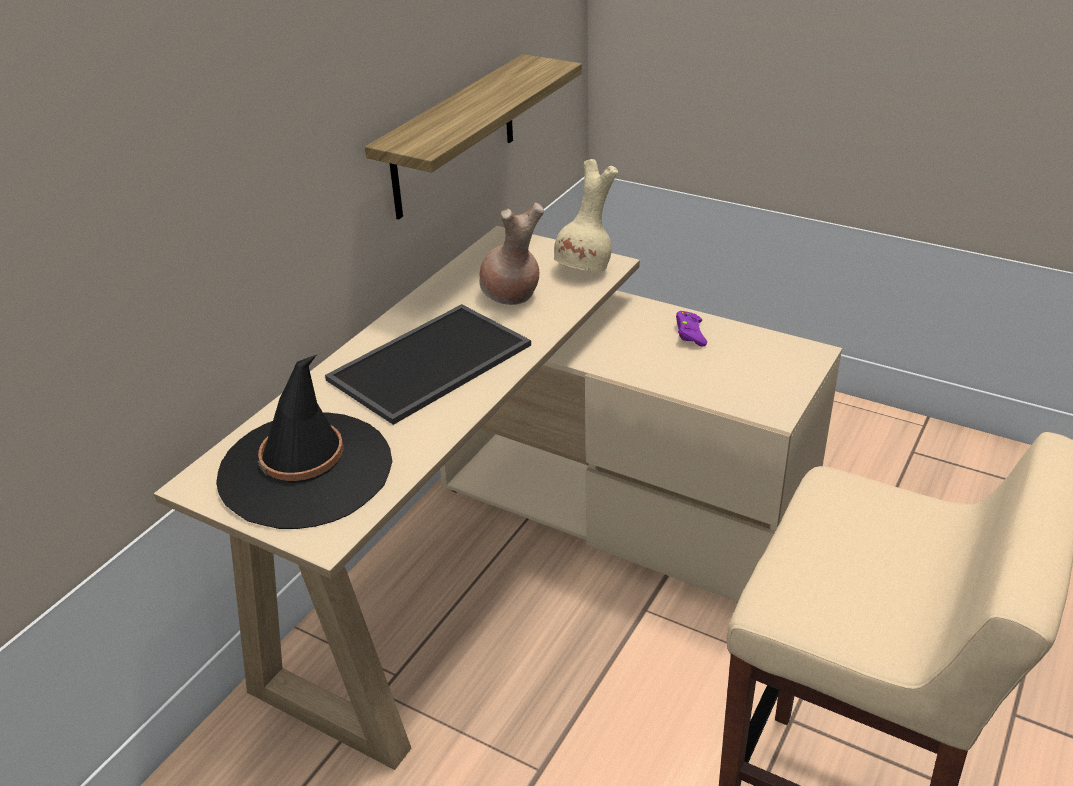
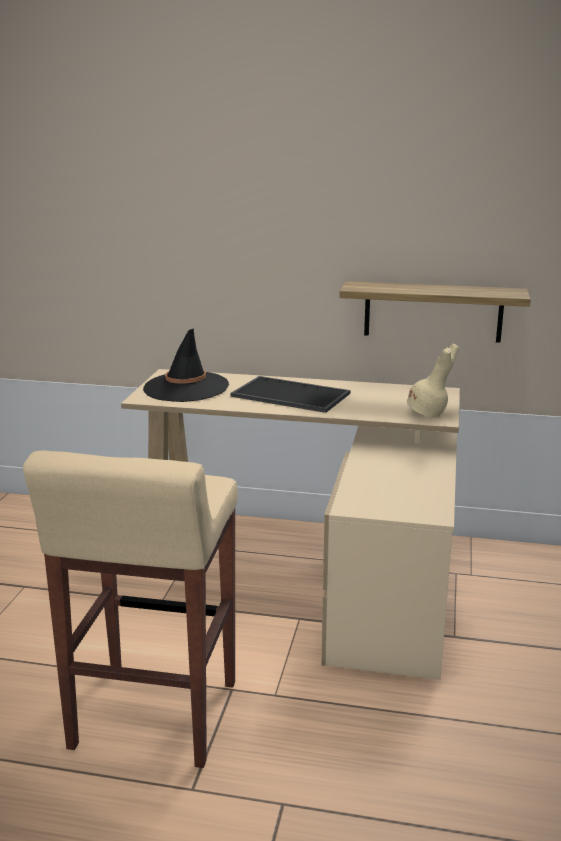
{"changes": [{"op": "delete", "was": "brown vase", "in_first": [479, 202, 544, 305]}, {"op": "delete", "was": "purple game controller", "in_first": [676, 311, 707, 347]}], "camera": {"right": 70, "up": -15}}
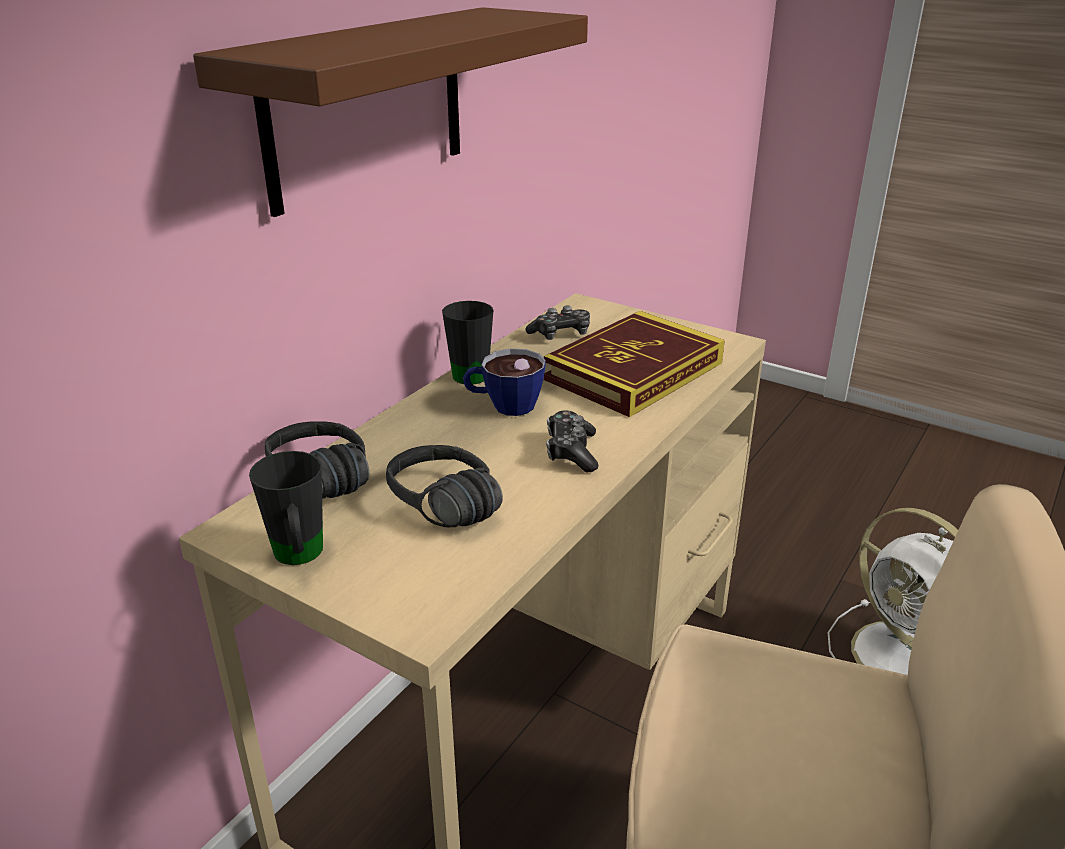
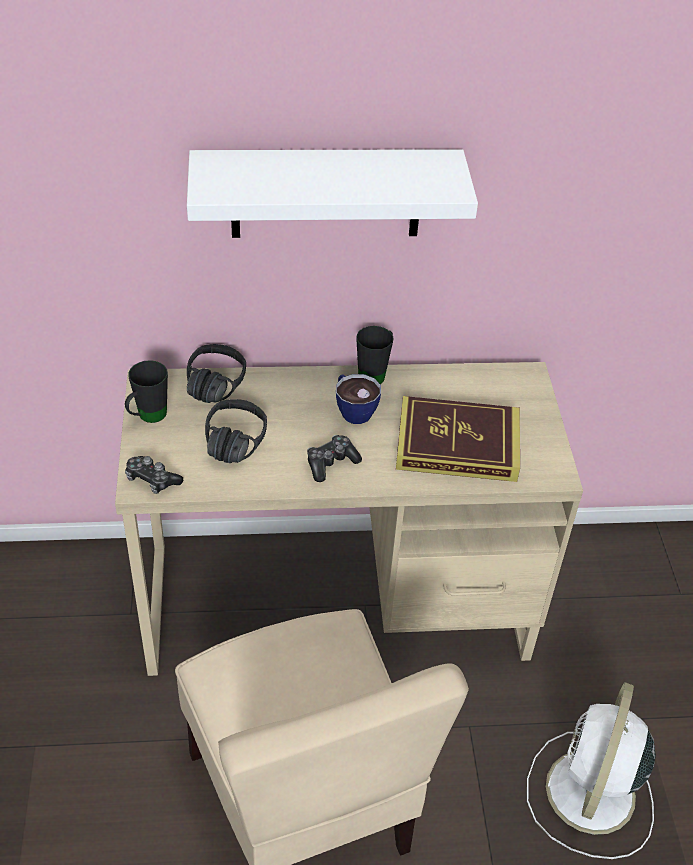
{"changes": [{"op": "recolor", "was": "brown shelf", "now": "white shelf", "in_first": [193, 7, 588, 217], "in_second": [187, 149, 478, 238]}, {"op": "move", "was": "game controller", "in_first": [526, 306, 590, 340], "in_second": [125, 456, 184, 494]}], "camera": {"right": 50, "up": 15}}
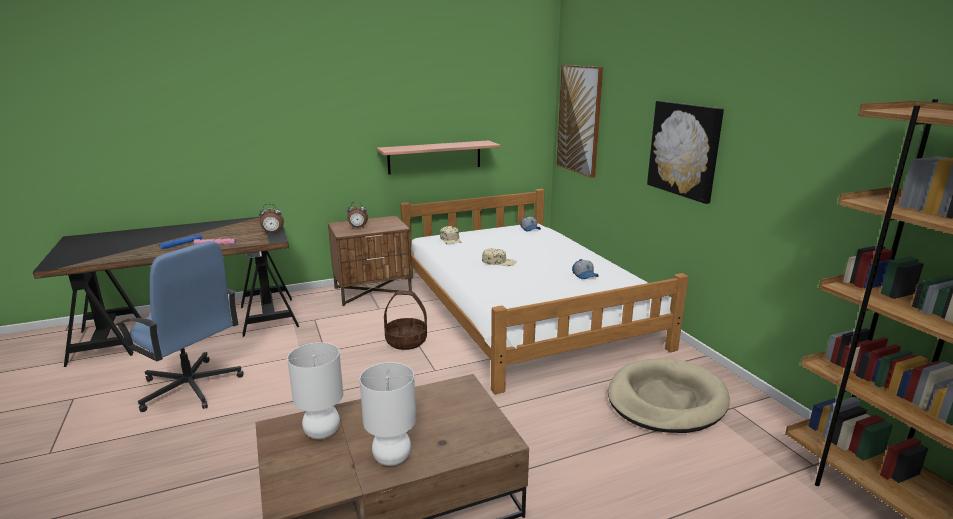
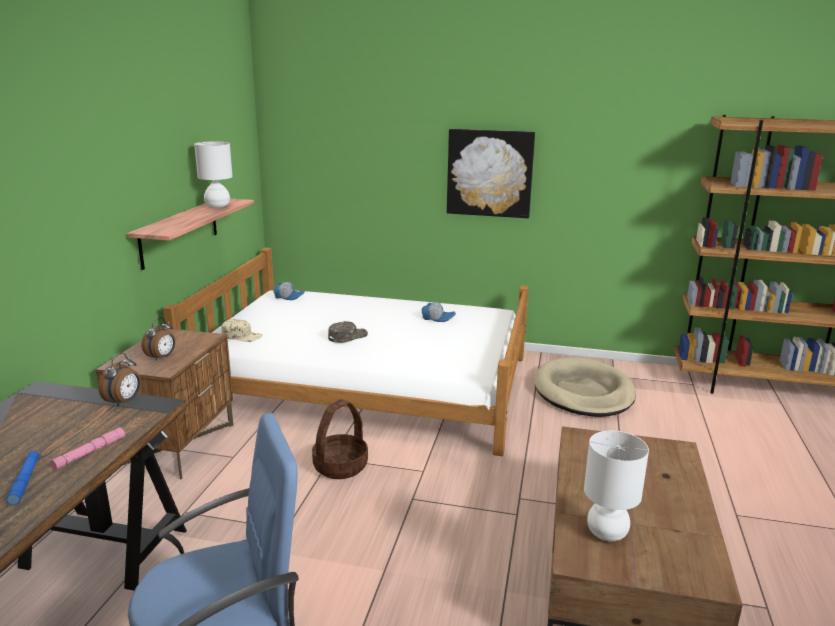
{"changes": [{"op": "delete", "was": "picture", "in_first": [556, 65, 603, 178]}, {"op": "recolor", "was": "beige cap", "now": "green cap", "in_first": [482, 248, 517, 266], "in_second": [328, 321, 368, 343]}, {"op": "move", "was": "white table lamp", "in_first": [360, 362, 416, 466], "in_second": [194, 142, 233, 208]}], "camera": {"right": -55, "up": 0}}
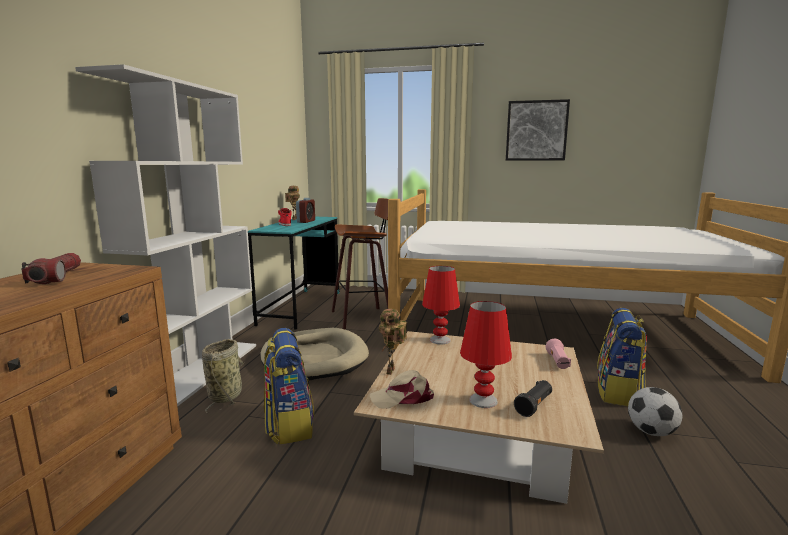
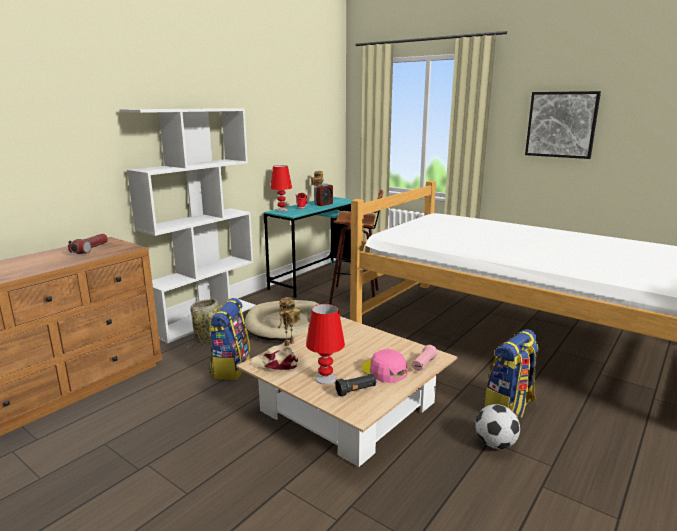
{"changes": [{"op": "move", "was": "red table lamp", "in_first": [422, 266, 460, 344], "in_second": [270, 165, 292, 211]}, {"op": "insert", "now": "pink cap", "in_second": [362, 349, 407, 383]}], "camera": {"right": 25, "up": 5}}
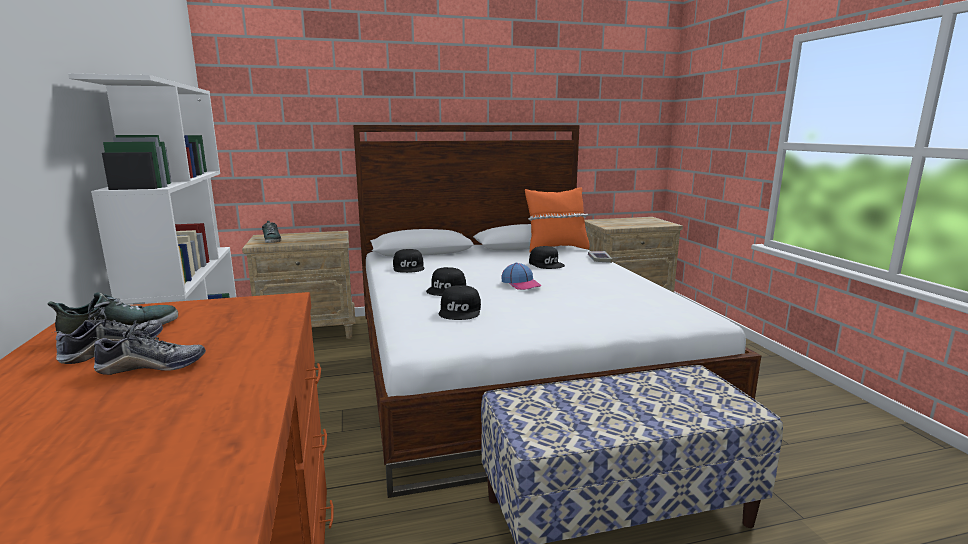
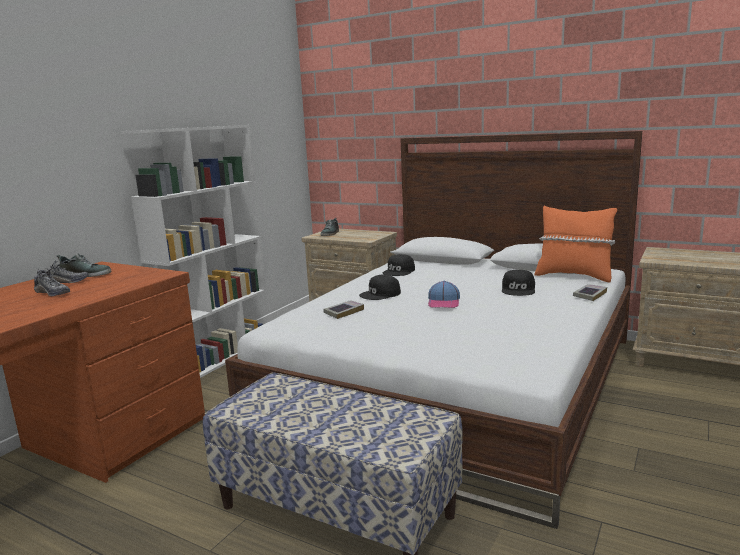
{"changes": [{"op": "replace", "was": "black cap", "now": "book", "in_first": [439, 285, 481, 320], "in_second": [324, 300, 364, 319]}], "camera": {"right": 45, "up": 0}}
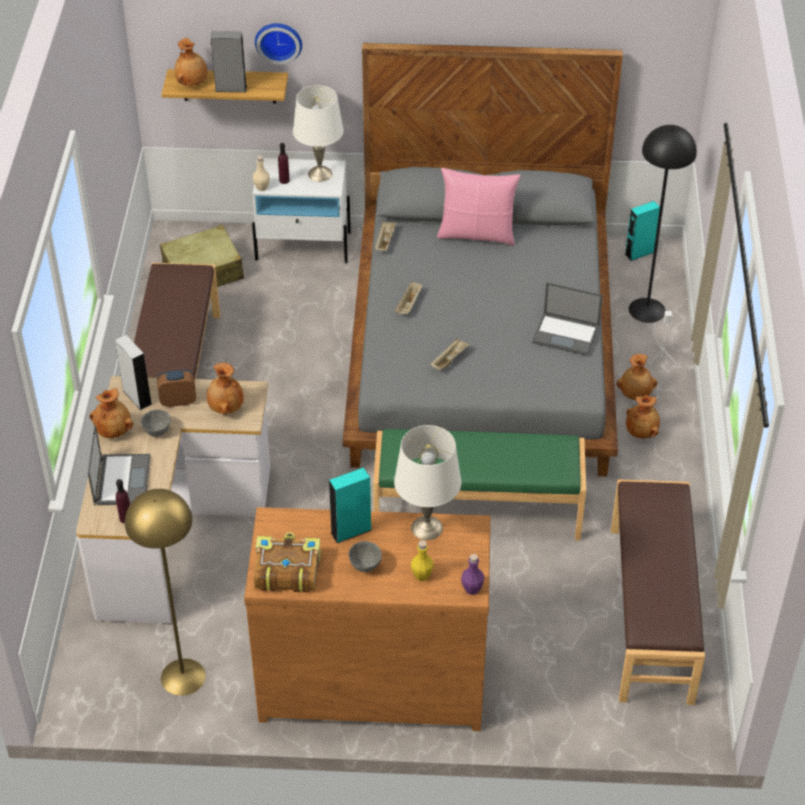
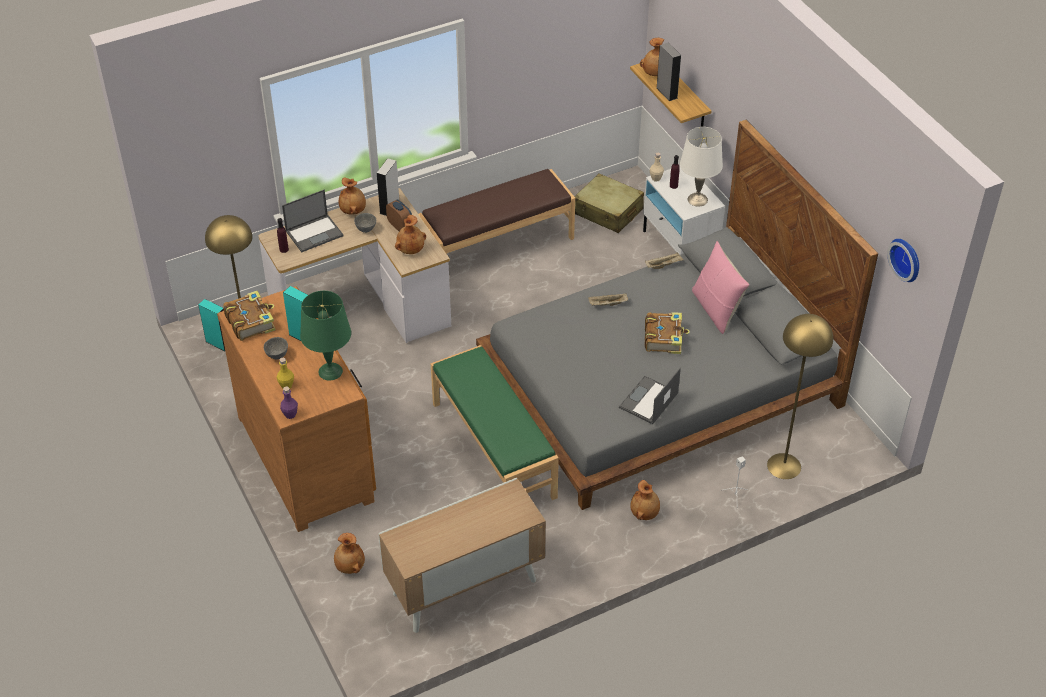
{"changes": [{"op": "move", "was": "wall clock", "in_first": [255, 23, 302, 64], "in_second": [887, 239, 919, 282]}, {"op": "recolor", "was": "black floor lamp", "now": "yellow floor lamp", "in_first": [629, 125, 697, 323], "in_second": [767, 314, 833, 479]}, {"op": "move", "was": "turquoise speaker", "in_first": [624, 201, 660, 261], "in_second": [198, 299, 225, 351]}, {"op": "rotate", "was": "laptop", "in_first": [532, 282, 603, 356], "in_second": [619, 368, 681, 424], "clockwise": 45}, {"op": "delete", "was": "beige tray", "in_first": [430, 339, 470, 370]}, {"op": "move", "was": "brown vase", "in_first": [616, 354, 657, 400], "in_second": [334, 533, 365, 574]}, {"op": "recolor", "was": "white table lamp", "now": "green table lamp", "in_first": [394, 425, 461, 540], "in_second": [300, 291, 351, 381]}, {"op": "replace", "was": "brown bench", "now": "cabinet", "in_first": [611, 479, 705, 705], "in_second": [378, 478, 546, 633]}, {"op": "insert", "now": "book", "in_second": [645, 312, 690, 354]}], "camera": {"right": 60, "up": 0}}
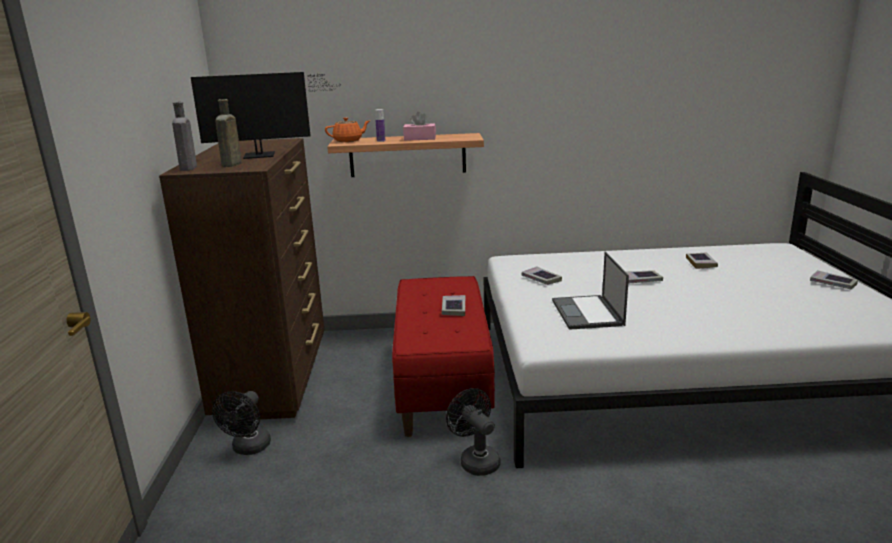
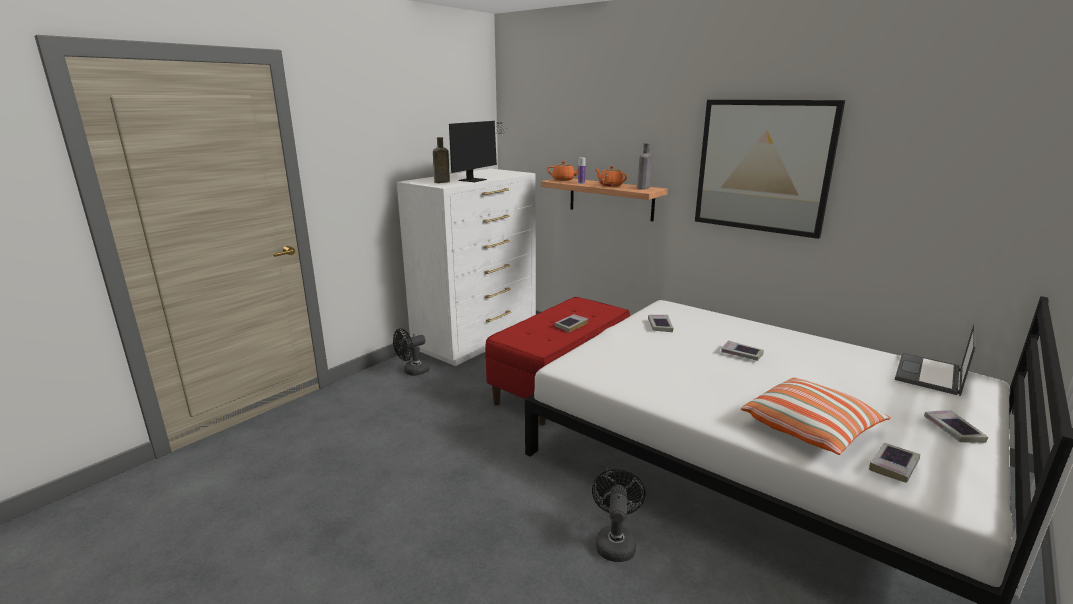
{"changes": [{"op": "rotate", "was": "monitor", "in_first": [191, 72, 339, 159], "in_second": [449, 121, 506, 182], "clockwise": -90}, {"op": "move", "was": "grey bottle", "in_first": [172, 102, 197, 171], "in_second": [637, 143, 652, 190]}, {"op": "replace", "was": "pink tissue box", "now": "orange teapot", "in_first": [403, 112, 436, 141], "in_second": [595, 166, 628, 187]}, {"op": "recolor", "was": "brown dresser", "now": "white dresser", "in_first": [159, 138, 325, 420], "in_second": [397, 169, 536, 366]}, {"op": "move", "was": "laptop", "in_first": [552, 251, 629, 330], "in_second": [895, 324, 976, 396]}, {"op": "move", "was": "book", "in_first": [686, 253, 718, 269], "in_second": [869, 443, 920, 483]}, {"op": "move", "was": "black fan", "in_first": [446, 388, 500, 476], "in_second": [592, 468, 646, 562]}, {"op": "insert", "now": "picture", "in_second": [695, 100, 845, 239]}, {"op": "insert", "now": "pillow", "in_second": [741, 378, 890, 455]}], "camera": {"right": 40, "up": 0}}
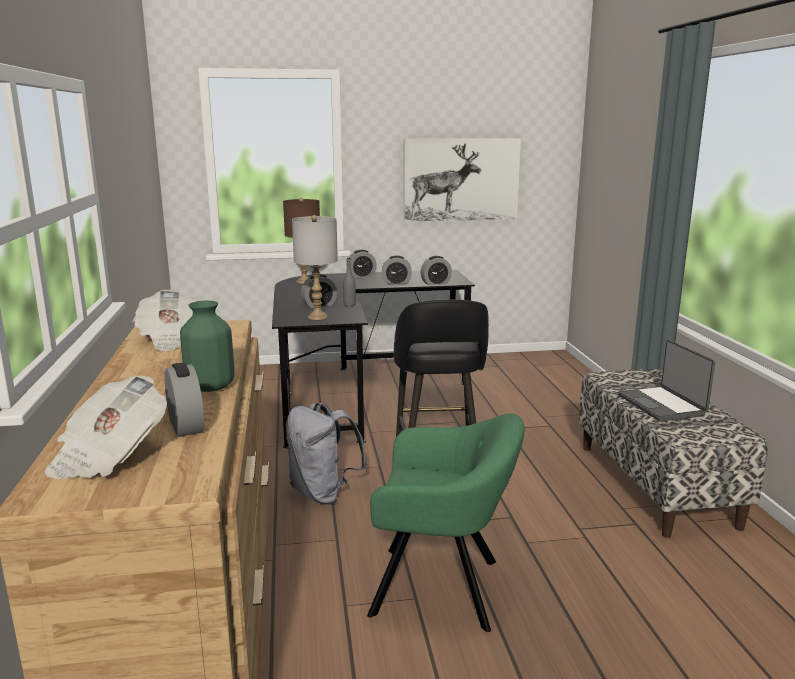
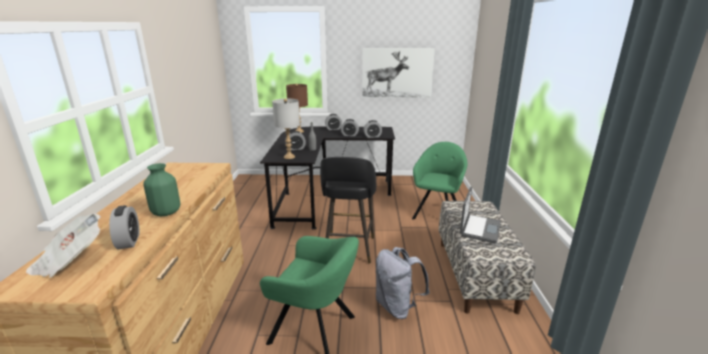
{"changes": [{"op": "delete", "was": "newspaper", "in_first": [133, 290, 201, 351]}, {"op": "rotate", "was": "laptop", "in_first": [618, 340, 715, 422], "in_second": [460, 187, 501, 243], "clockwise": -150}, {"op": "move", "was": "grey backpack", "in_first": [286, 403, 368, 504], "in_second": [376, 247, 430, 319]}, {"op": "insert", "now": "green armchair", "in_second": [412, 142, 468, 219]}], "camera": {"right": 10, "up": 5}}
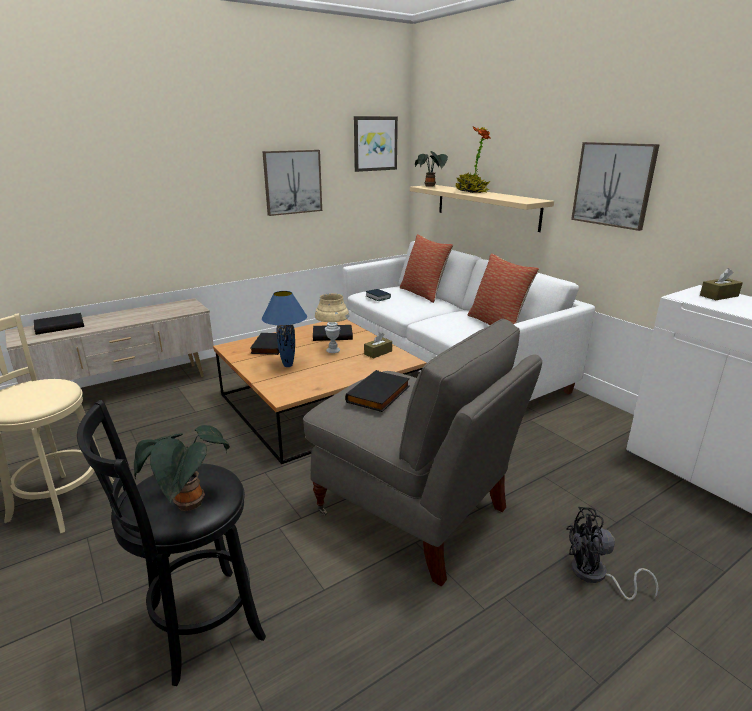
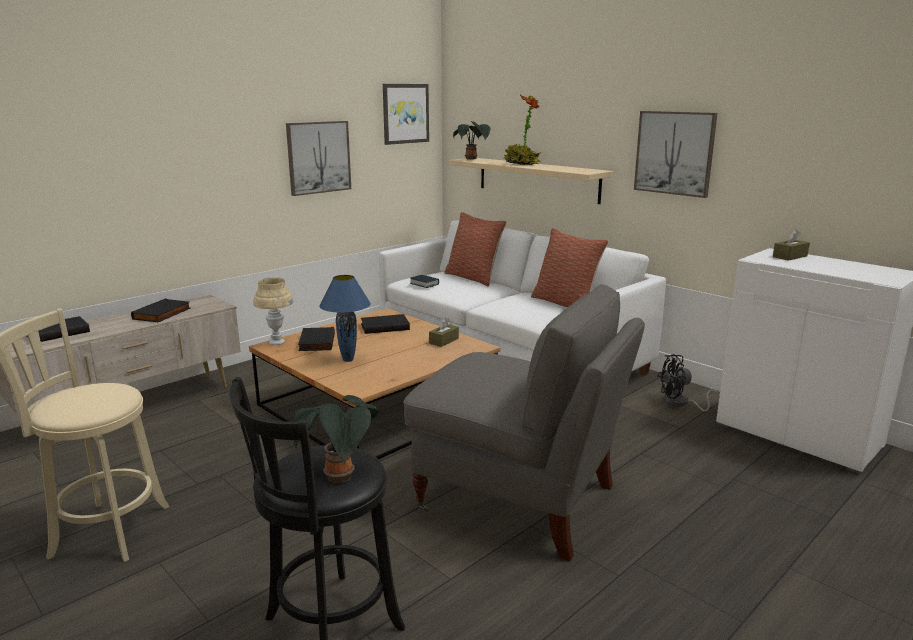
{"changes": [{"op": "move", "was": "beige table lamp", "in_first": [315, 293, 349, 353], "in_second": [253, 277, 293, 345]}, {"op": "move", "was": "black book", "in_first": [345, 370, 410, 412], "in_second": [131, 298, 191, 322]}, {"op": "move", "was": "black fan", "in_first": [566, 507, 659, 600], "in_second": [657, 354, 720, 412]}], "camera": {"right": -10, "up": -5}}
